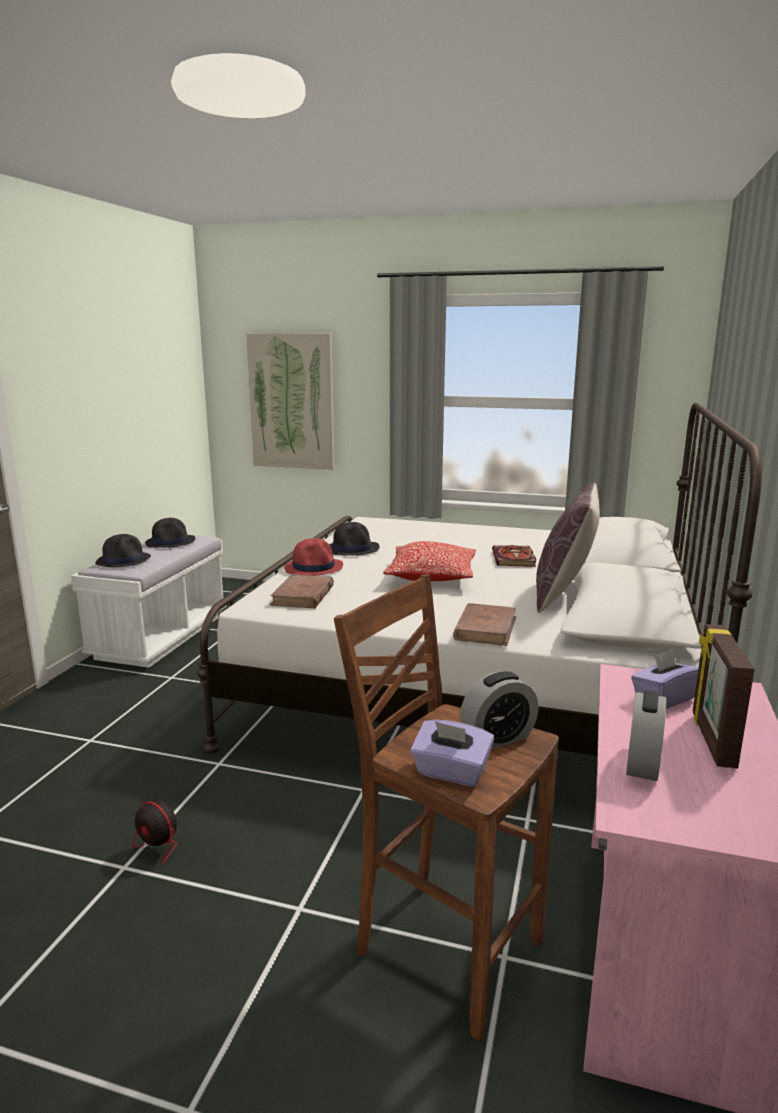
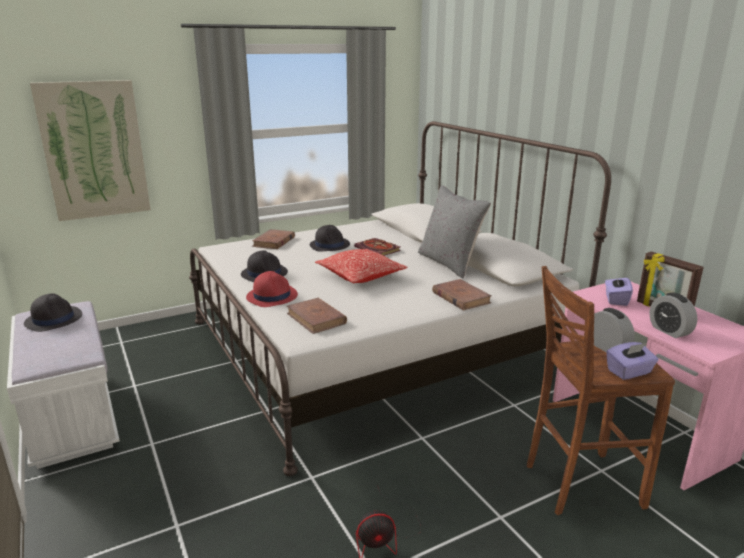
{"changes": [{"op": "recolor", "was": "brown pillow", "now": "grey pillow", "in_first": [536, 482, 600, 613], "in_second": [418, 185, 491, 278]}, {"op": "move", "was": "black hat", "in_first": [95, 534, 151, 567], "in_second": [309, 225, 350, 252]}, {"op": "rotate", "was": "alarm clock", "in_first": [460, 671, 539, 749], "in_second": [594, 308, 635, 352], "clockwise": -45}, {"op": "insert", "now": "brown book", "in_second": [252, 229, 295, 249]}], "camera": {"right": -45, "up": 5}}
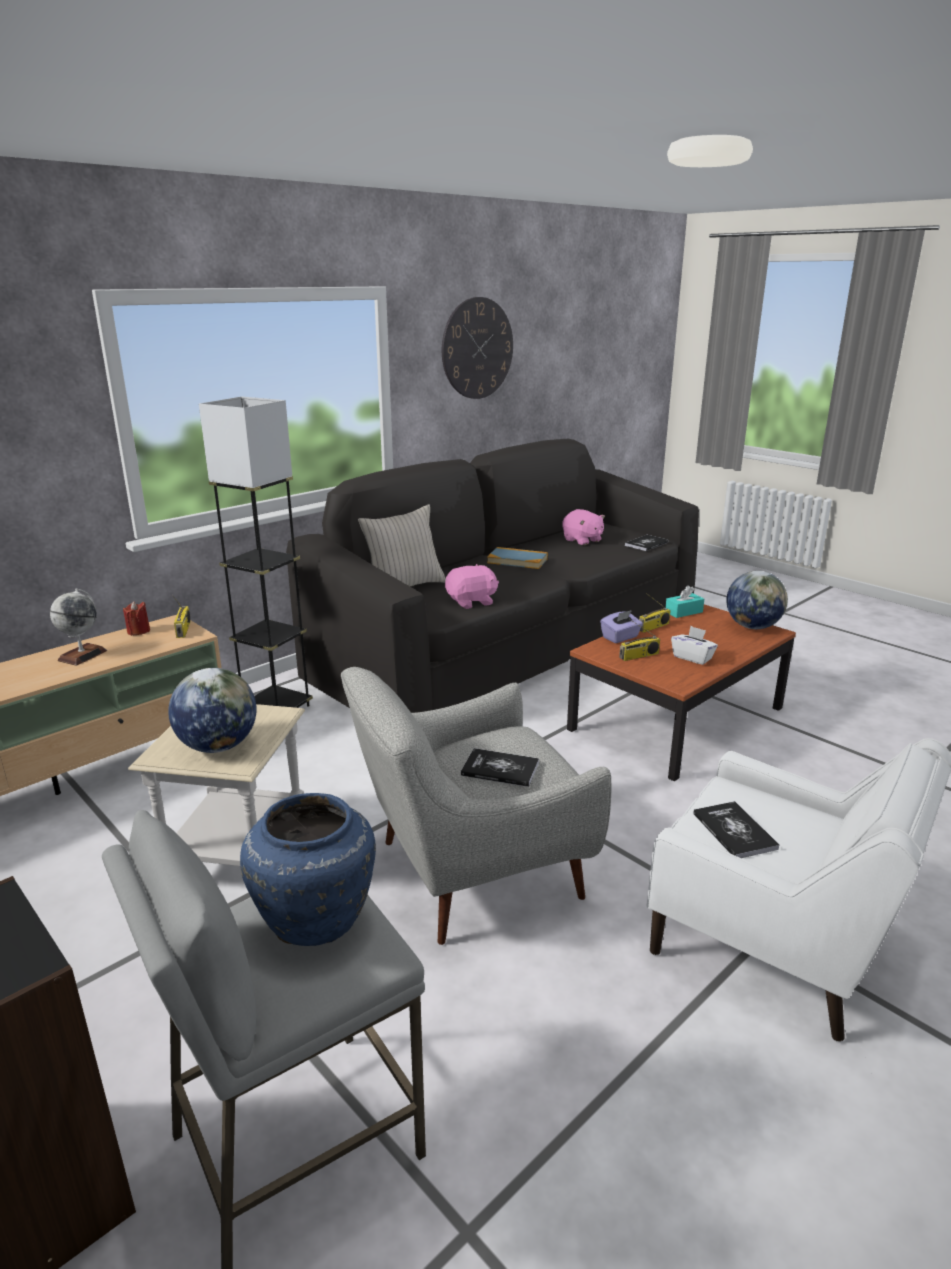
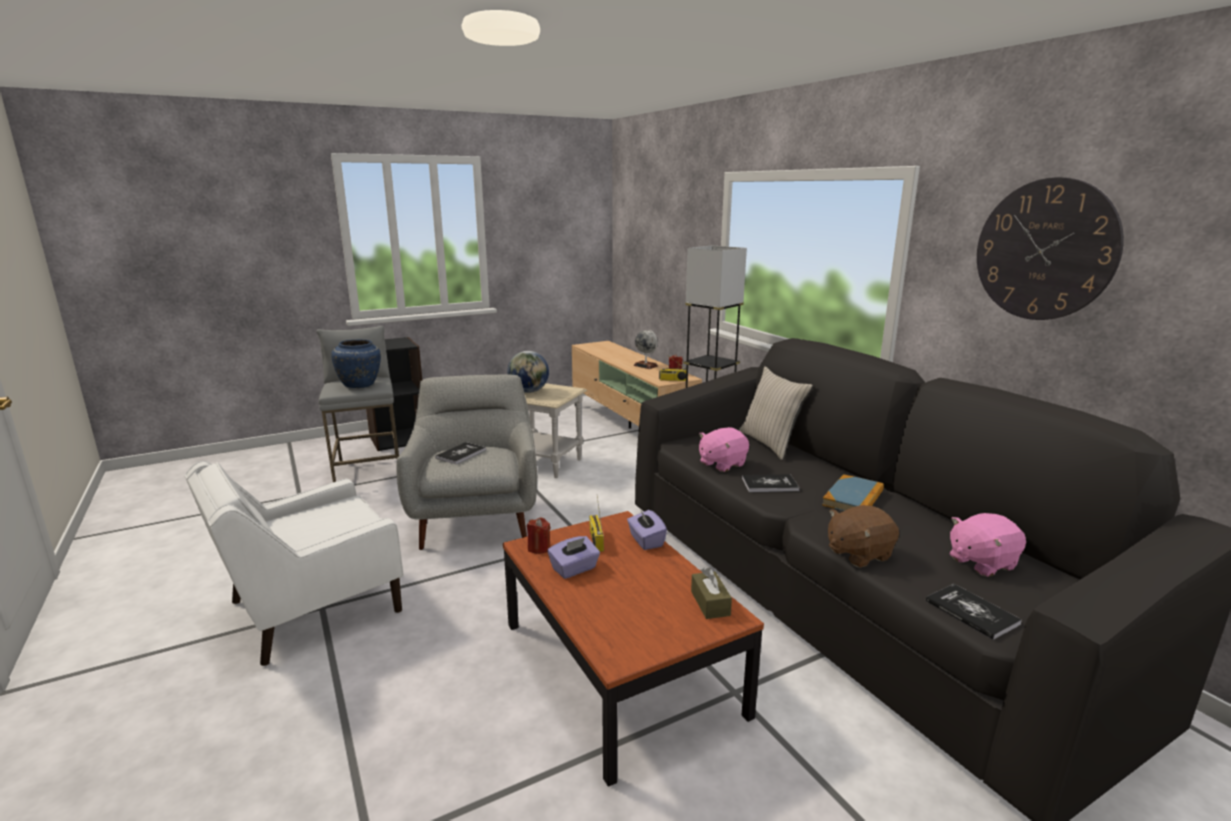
{"changes": [{"op": "rotate", "was": "pink plush toy", "in_first": [445, 564, 499, 609], "in_second": [699, 427, 749, 472], "clockwise": 60}, {"op": "delete", "was": "globe", "in_first": [726, 571, 788, 629]}, {"op": "recolor", "was": "turquoise tissue box", "now": "brown tissue box", "in_first": [665, 585, 704, 618], "in_second": [691, 567, 732, 619]}, {"op": "delete", "was": "radio", "in_first": [639, 593, 671, 633]}, {"op": "recolor", "was": "white tissue box", "now": "purple tissue box", "in_first": [671, 626, 718, 665], "in_second": [548, 536, 600, 579]}, {"op": "move", "was": "book", "in_first": [693, 801, 779, 858], "in_second": [742, 474, 800, 492]}, {"op": "insert", "now": "brown plush toy", "in_second": [828, 505, 899, 568]}, {"op": "insert", "now": "red candle", "in_second": [527, 517, 550, 554]}], "camera": {"right": 105, "up": -5}}
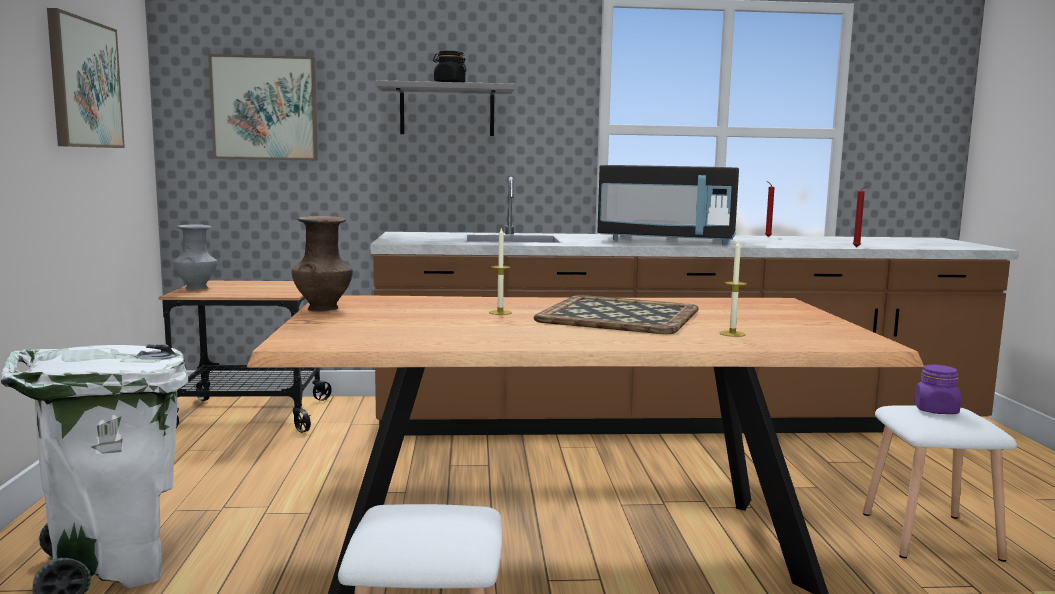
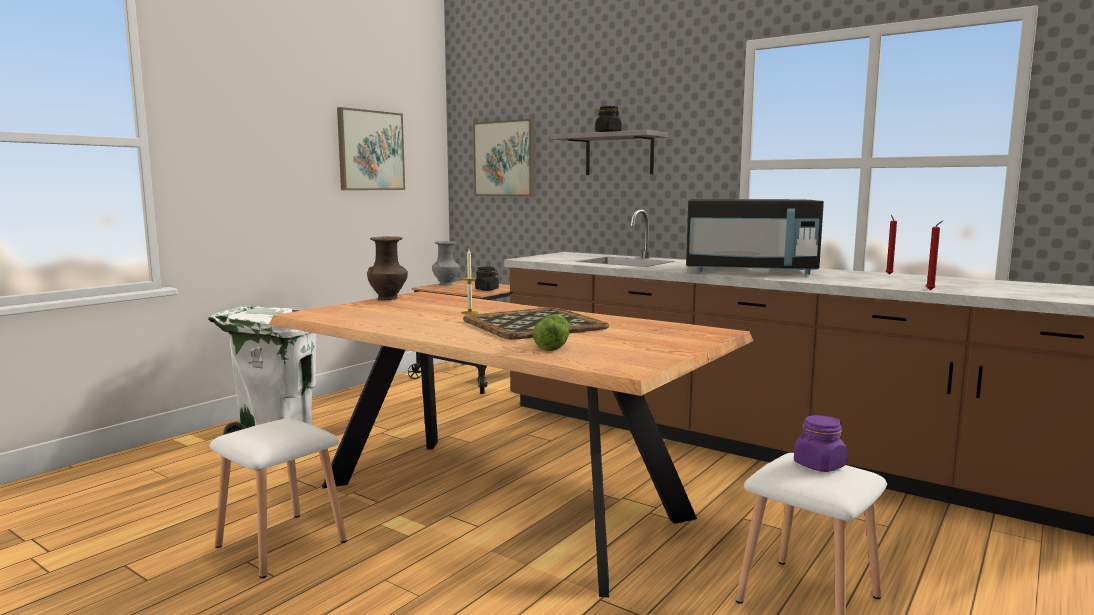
{"changes": [{"op": "rotate", "was": "black microwave", "in_first": [597, 165, 739, 245], "in_second": [686, 199, 824, 275], "clockwise": -45}, {"op": "replace", "was": "candle", "now": "lettuce", "in_first": [720, 240, 747, 337], "in_second": [533, 314, 570, 351]}, {"op": "insert", "now": "black jar", "in_second": [475, 267, 499, 291]}], "camera": {"right": 40, "up": 0}}
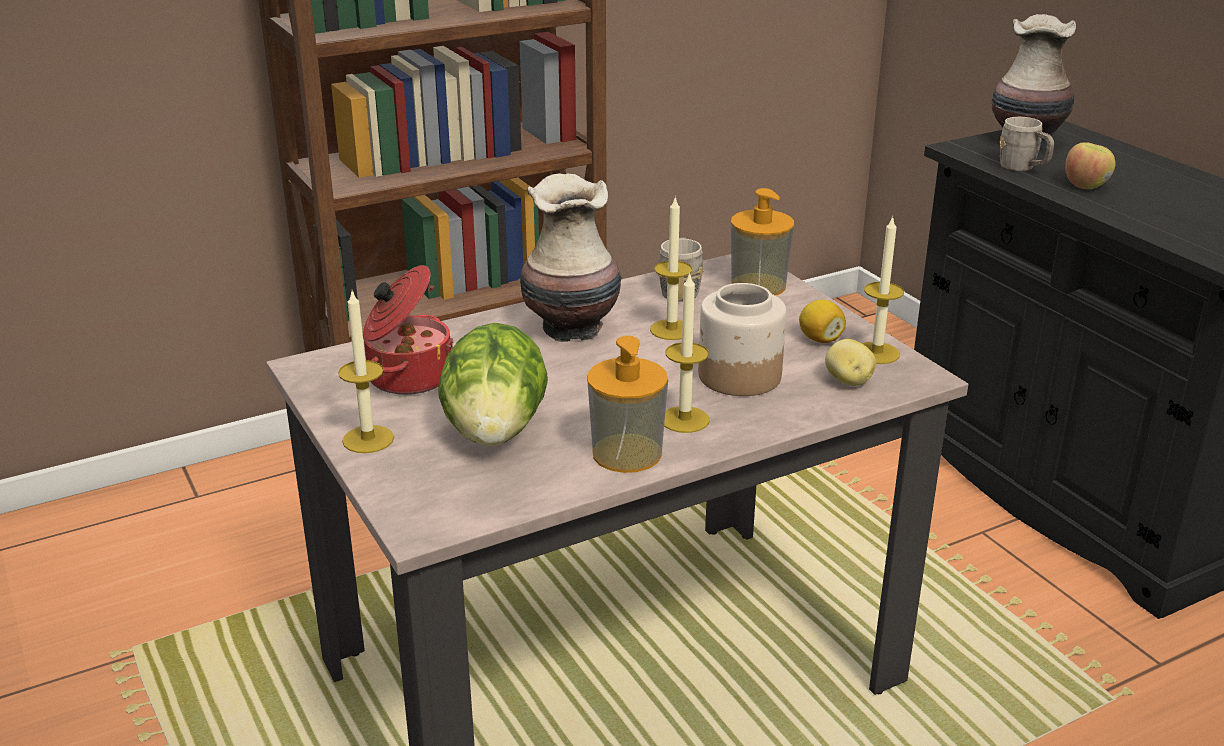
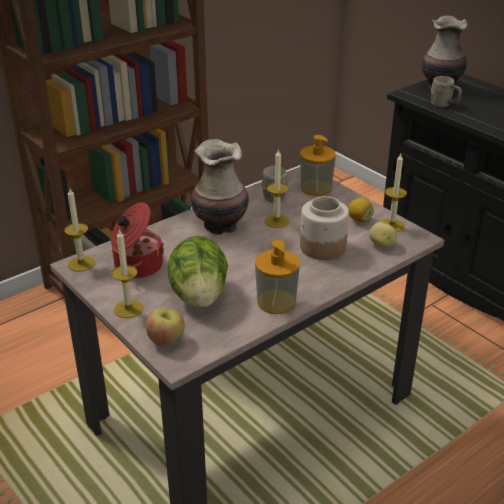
{"changes": [{"op": "move", "was": "apple", "in_first": [1065, 142, 1116, 189], "in_second": [146, 307, 185, 347]}, {"op": "move", "was": "candle", "in_first": [664, 272, 710, 433], "in_second": [64, 188, 95, 272]}], "camera": {"right": -10, "up": 5}}
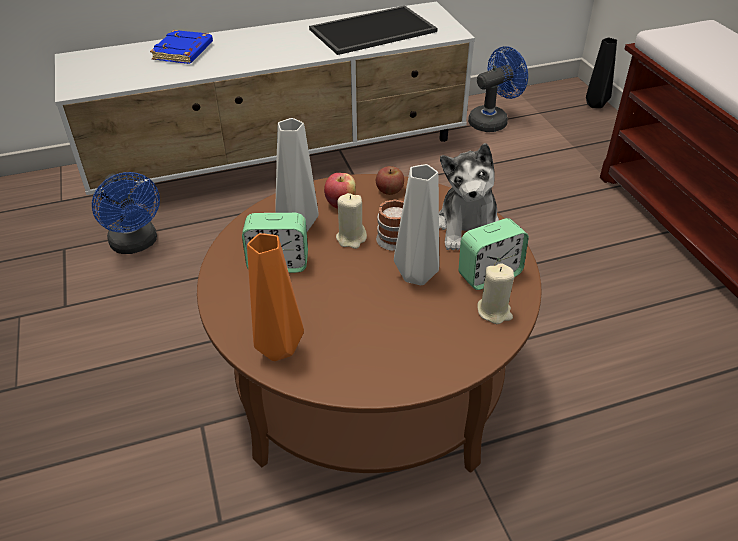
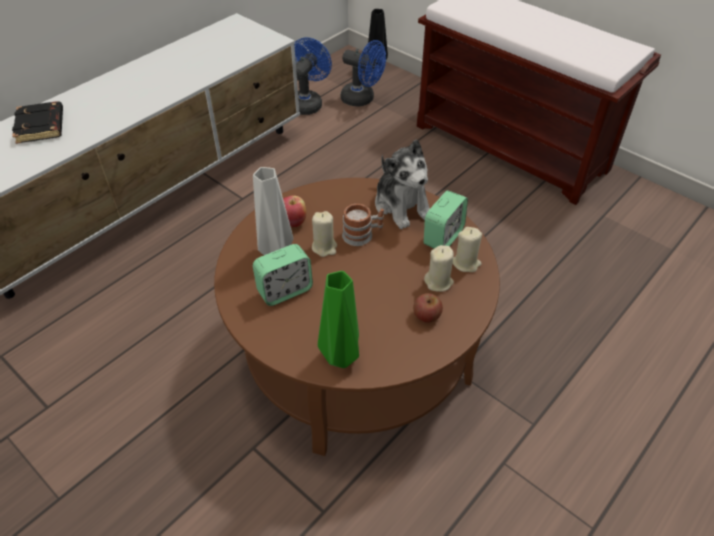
{"changes": [{"op": "delete", "was": "tray", "in_first": [309, 6, 438, 55]}, {"op": "recolor", "was": "blue book", "now": "black book", "in_first": [150, 30, 213, 64], "in_second": [12, 101, 63, 144]}, {"op": "delete", "was": "grey vase", "in_first": [394, 164, 439, 285]}, {"op": "move", "was": "apple", "in_first": [376, 166, 404, 195], "in_second": [413, 293, 443, 323]}, {"op": "move", "was": "blue fan", "in_first": [92, 172, 160, 254], "in_second": [341, 40, 386, 107]}, {"op": "recolor", "was": "orange vase", "now": "green vase", "in_first": [247, 233, 304, 361], "in_second": [318, 271, 359, 368]}, {"op": "insert", "now": "beige candle", "in_second": [424, 245, 454, 292]}], "camera": {"right": -30, "up": 5}}
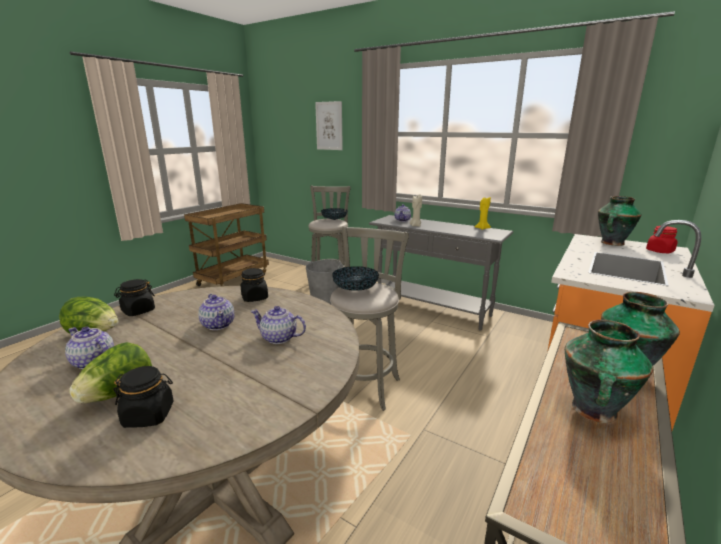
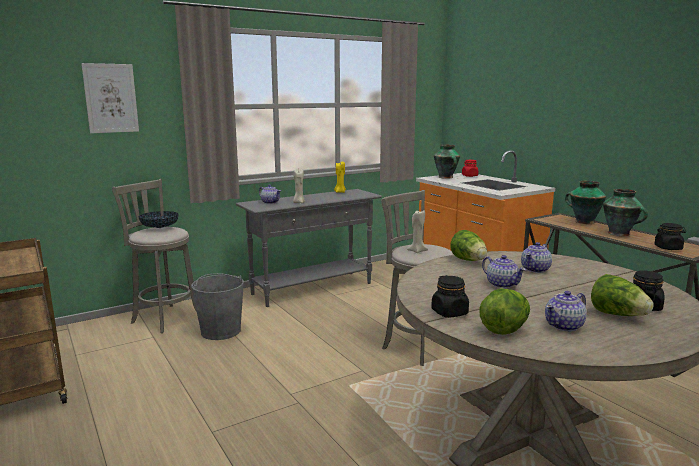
{"changes": [{"op": "replace", "was": "bowl", "now": "beige candle", "in_first": [332, 266, 379, 291], "in_second": [407, 210, 428, 253]}, {"op": "move", "was": "black jar", "in_first": [241, 268, 268, 302], "in_second": [654, 223, 686, 250]}, {"op": "rotate", "was": "teapot", "in_first": [198, 294, 235, 330], "in_second": [482, 255, 526, 288], "clockwise": 60}, {"op": "insert", "now": "lettuce", "in_second": [450, 230, 487, 261]}], "camera": {"right": -65, "up": -5}}
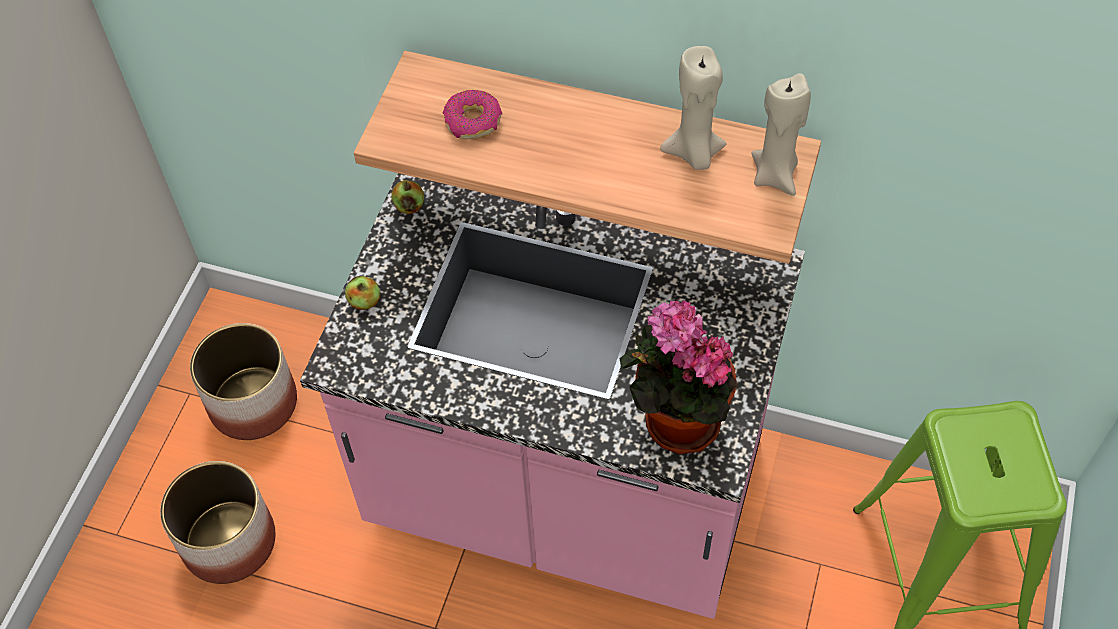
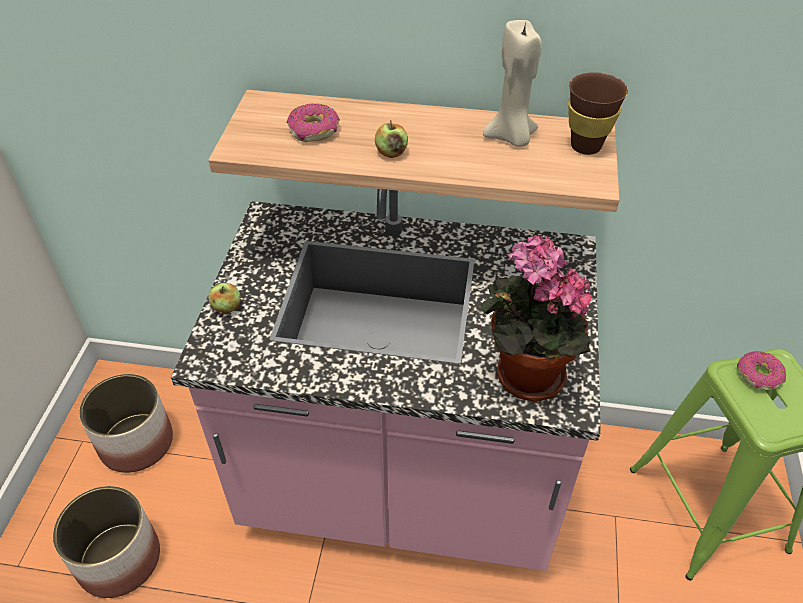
{"changes": [{"op": "replace", "was": "beige candle", "now": "brown cup", "in_first": [752, 73, 811, 196], "in_second": [568, 72, 628, 155]}, {"op": "move", "was": "apple", "in_first": [391, 180, 424, 214], "in_second": [375, 120, 408, 158]}, {"op": "insert", "now": "donut", "in_second": [737, 351, 786, 390]}], "camera": {"right": -10, "up": -10}}
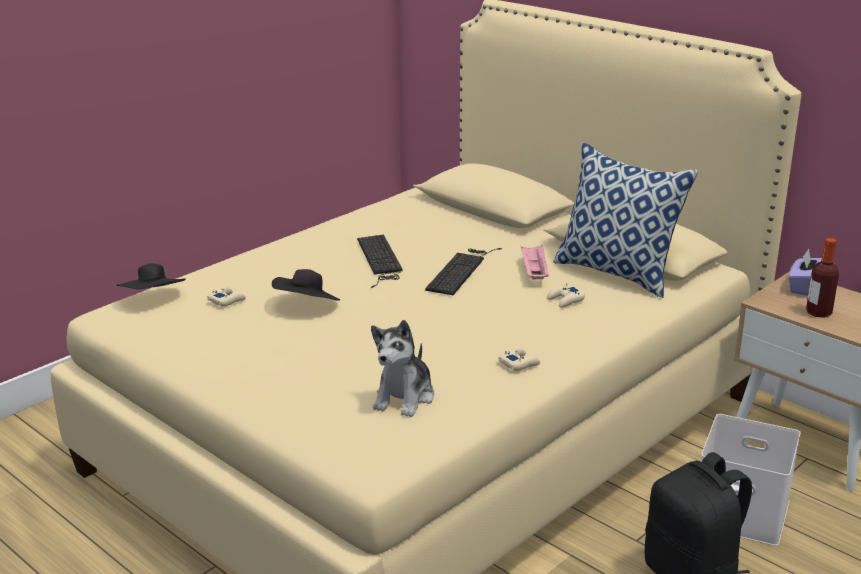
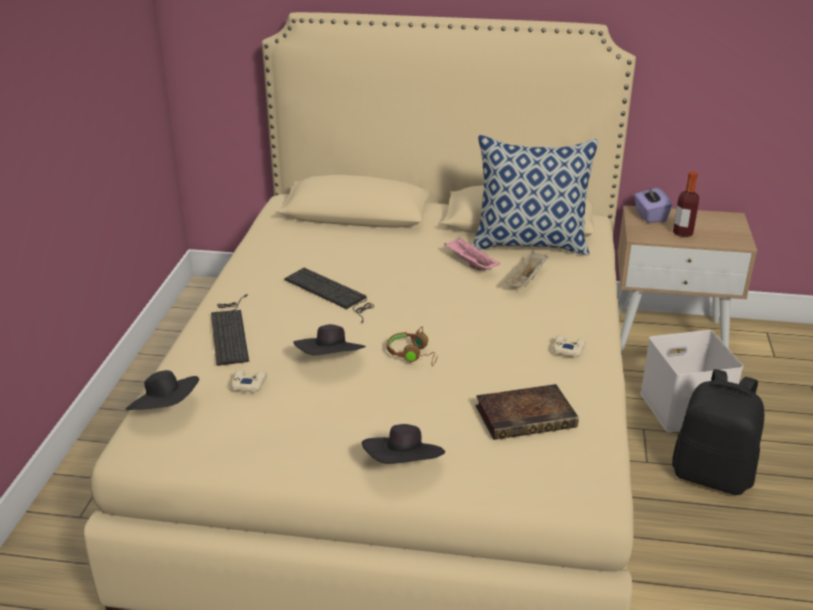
{"changes": [{"op": "move", "was": "keyboard", "in_first": [425, 248, 502, 295], "in_second": [211, 294, 249, 366]}, {"op": "replace", "was": "beige game controller", "now": "beige tray", "in_first": [547, 283, 585, 308], "in_second": [505, 251, 548, 287]}, {"op": "replace", "was": "plush toy", "now": "book", "in_first": [371, 320, 434, 417], "in_second": [476, 384, 578, 440]}, {"op": "insert", "now": "brown headphones", "in_second": [387, 326, 438, 366]}, {"op": "insert", "now": "black hat", "in_second": [362, 424, 445, 464]}], "camera": {"right": -35, "up": 5}}
